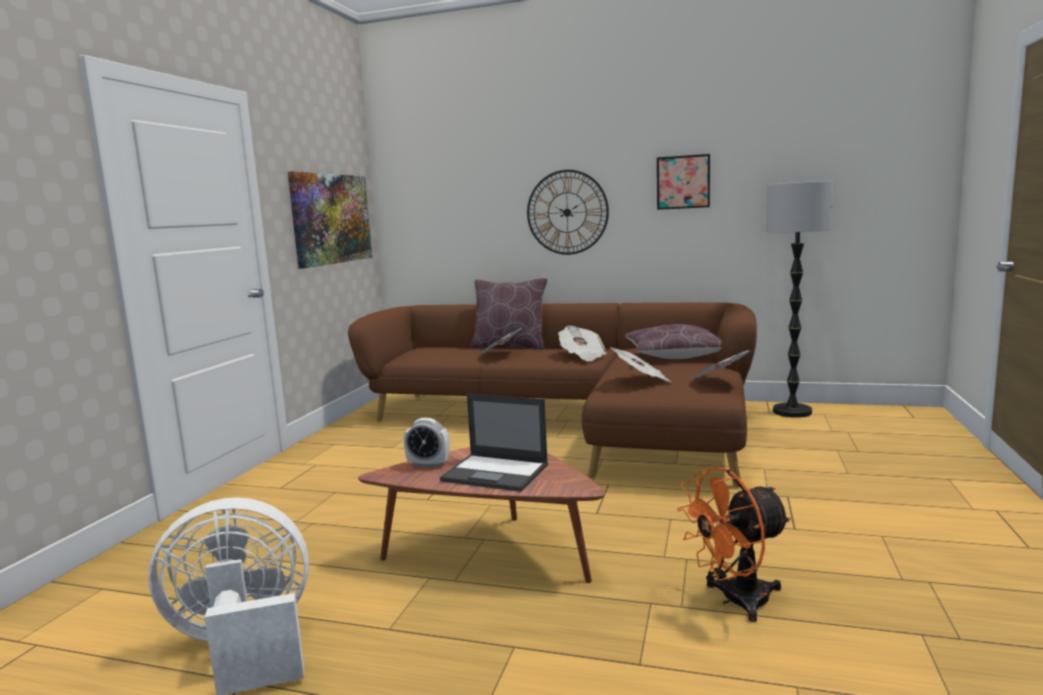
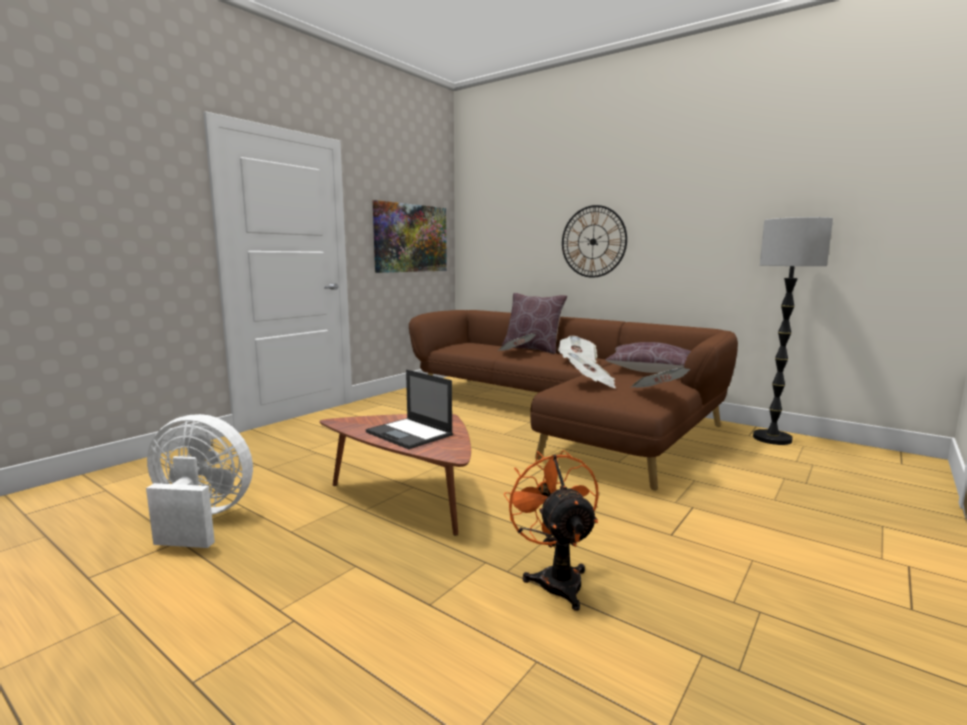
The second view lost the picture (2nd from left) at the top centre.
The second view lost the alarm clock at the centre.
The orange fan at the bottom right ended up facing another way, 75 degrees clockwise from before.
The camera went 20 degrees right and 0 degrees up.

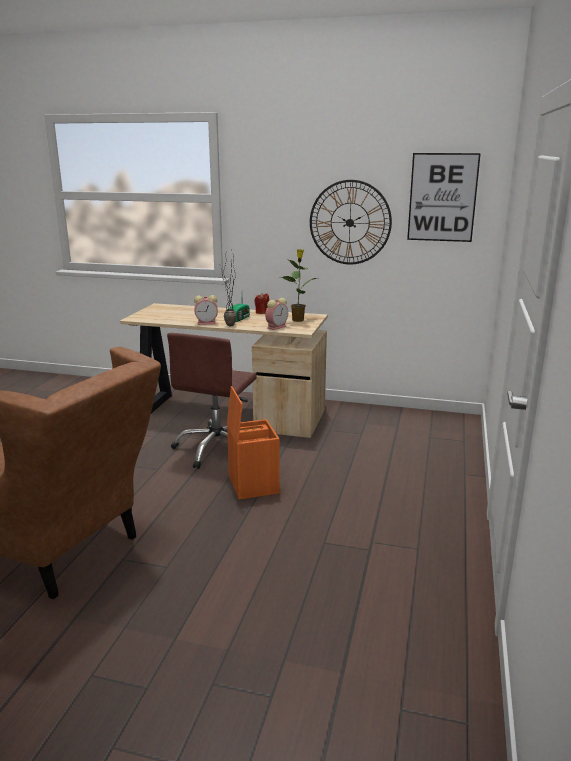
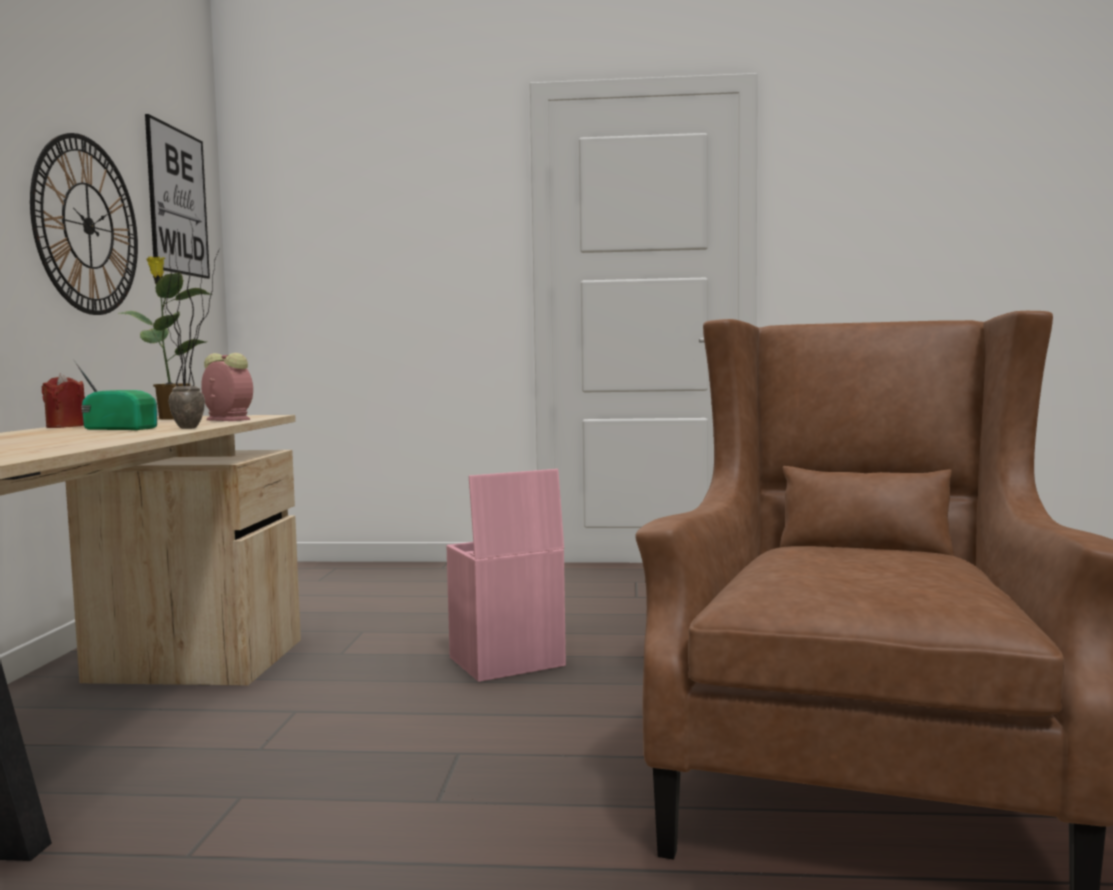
The second view lost the alarm clock (1st from left) at the centre.
The second view lost the brown office chair at the centre.
What was the orange storage box at the centre turned into the pink storage box at the centre.
The camera went 100 degrees left and 15 degrees down.

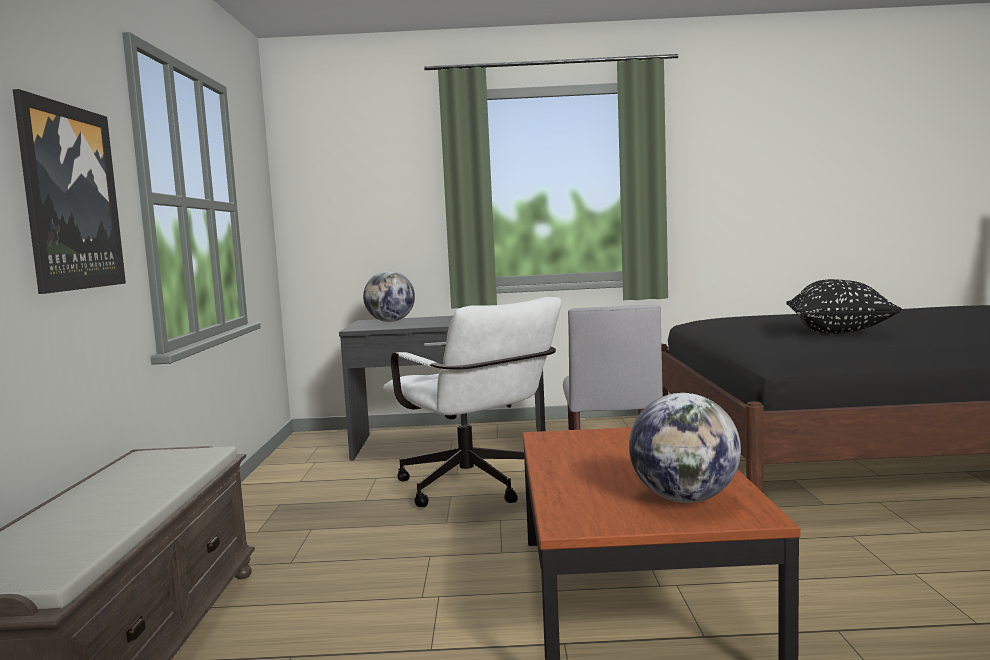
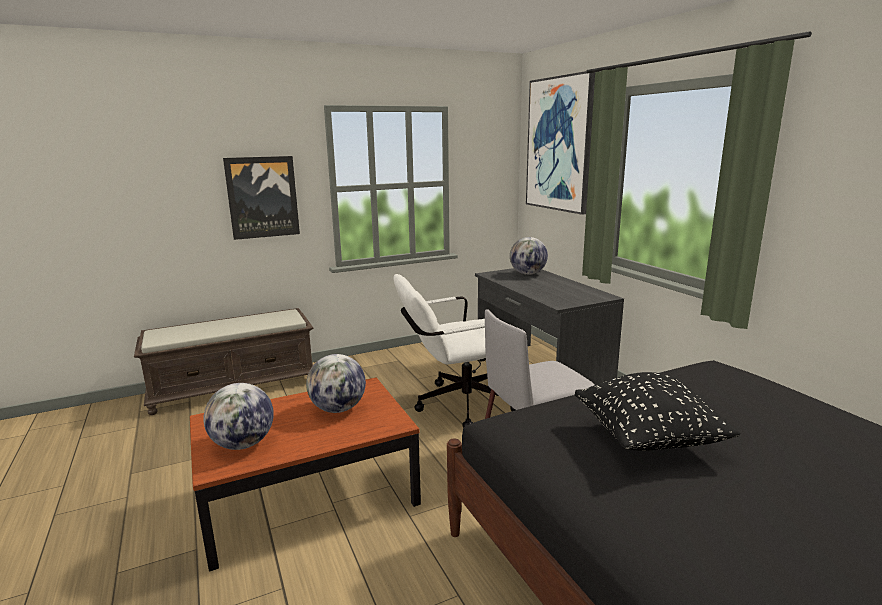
The white office chair at the centre ended up facing another way, 45 degrees clockwise from before.
The second view gained the picture (2nd from left) at the top centre.
The second view gained the globe (2nd from left) at the centre.
The camera went 65 degrees right and 10 degrees up.

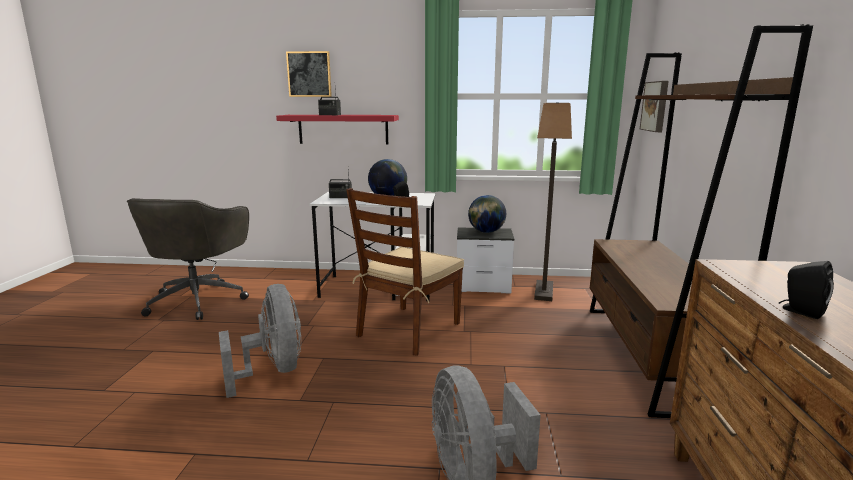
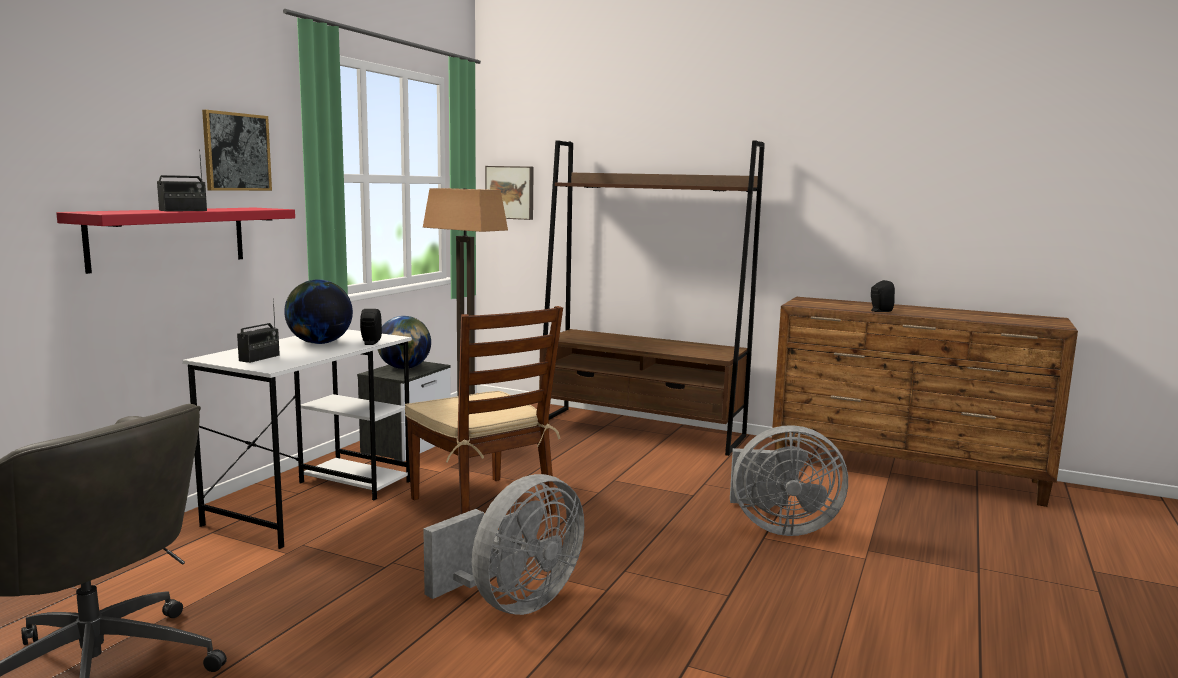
The picture (1st from left) ended up elsewhere, having gone from the top centre to the top left.
The grey fan (1st from left) at the bottom left ended up facing another way, 135 degrees clockwise from before.
The camera went 70 degrees left and 5 degrees down.

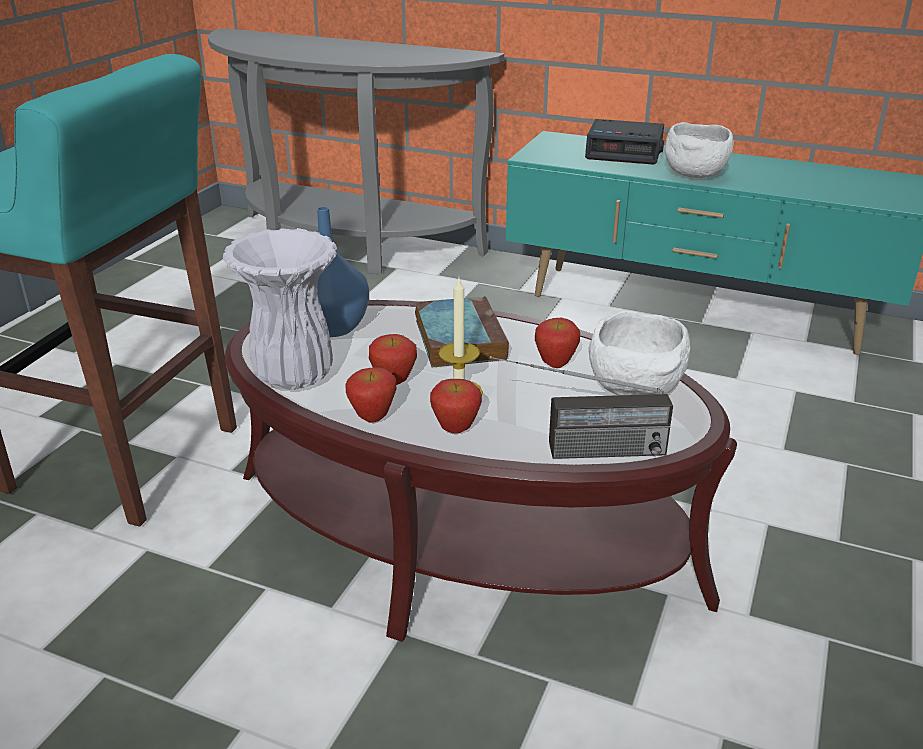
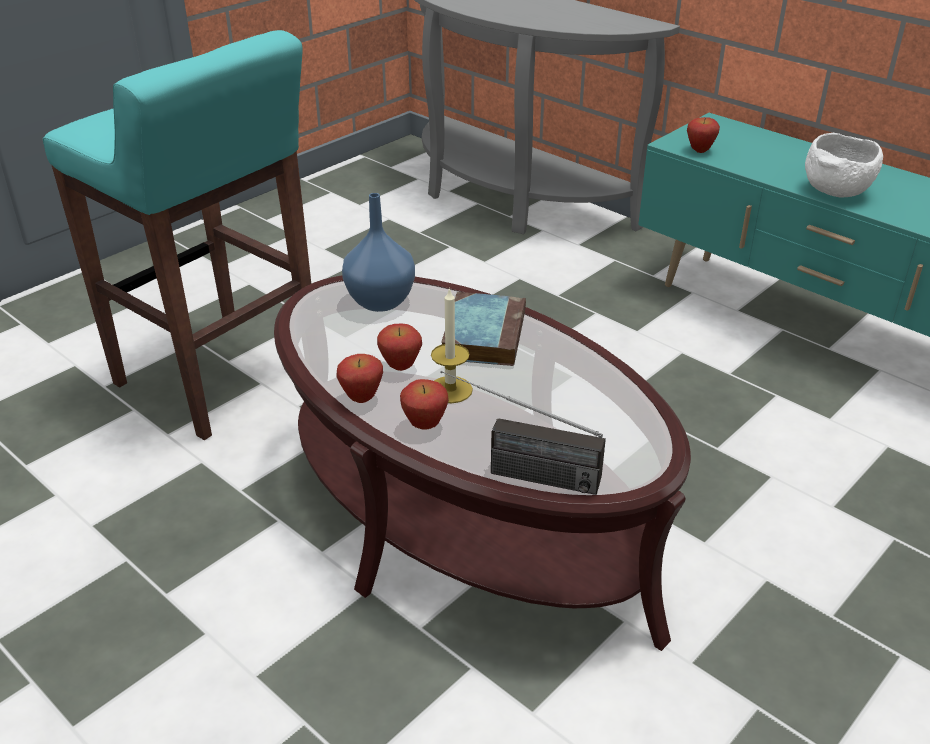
The second view lost the alarm clock at the top right.
The second view lost the white vase at the middle left.
The second view lost the white bowl (1st from left) at the middle right.
The apple (4th from left) ended up elsewhere, having gone from the centre to the top right.
The camera went 20 degrees right and 5 degrees up.

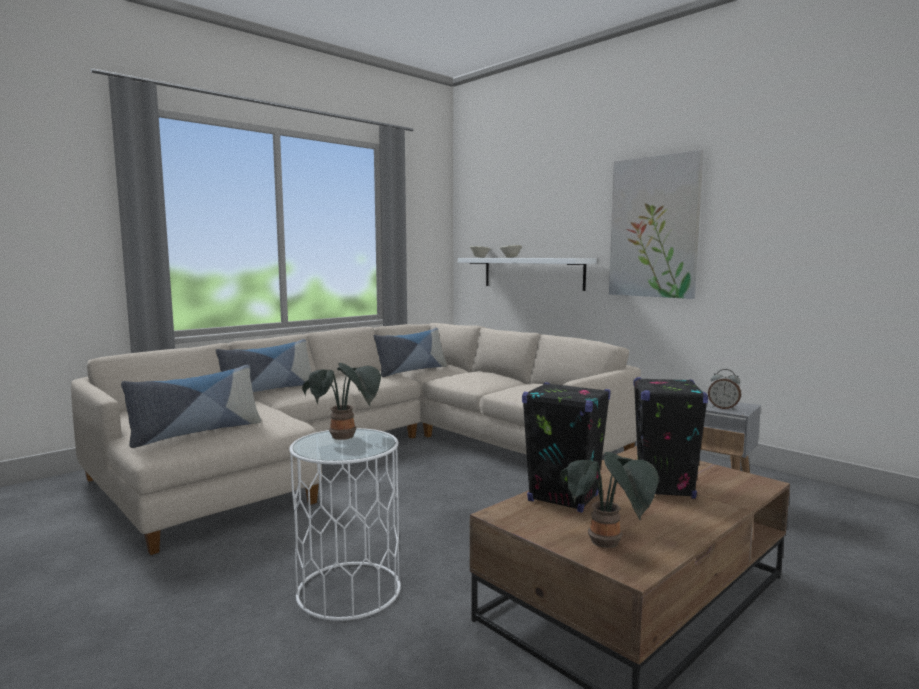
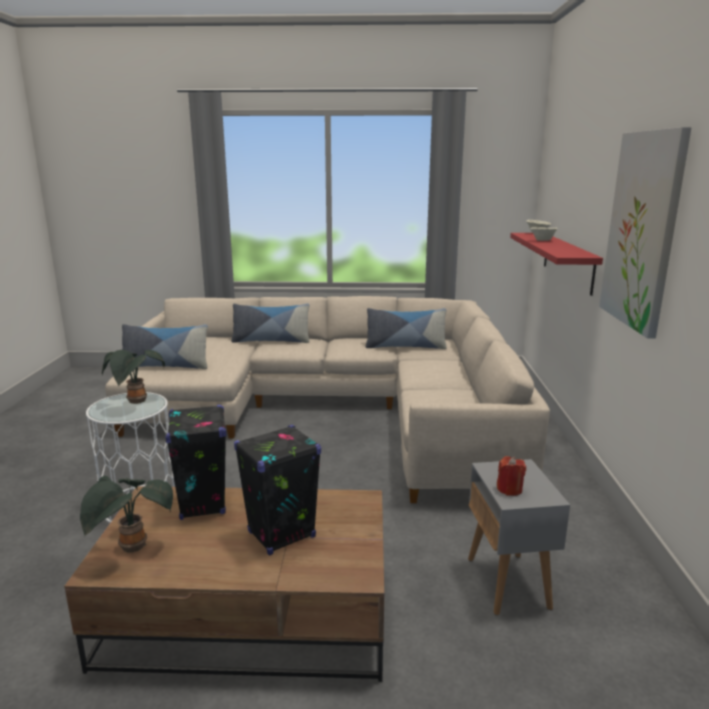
What was the white shelf at the centre turned into the red shelf at the middle right.
Where the alarm clock stood at the middle right, the red candle came to stand at the bottom right.
The camera went 45 degrees right and 10 degrees up.

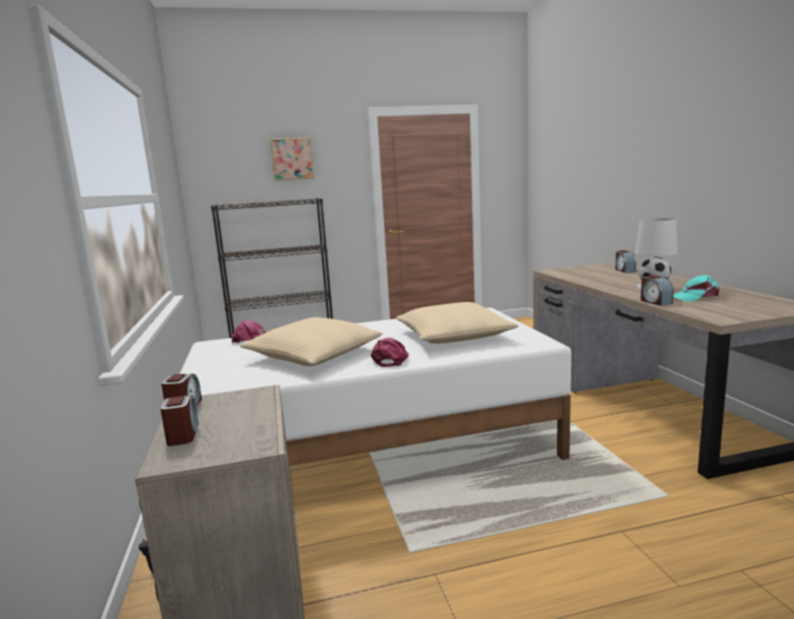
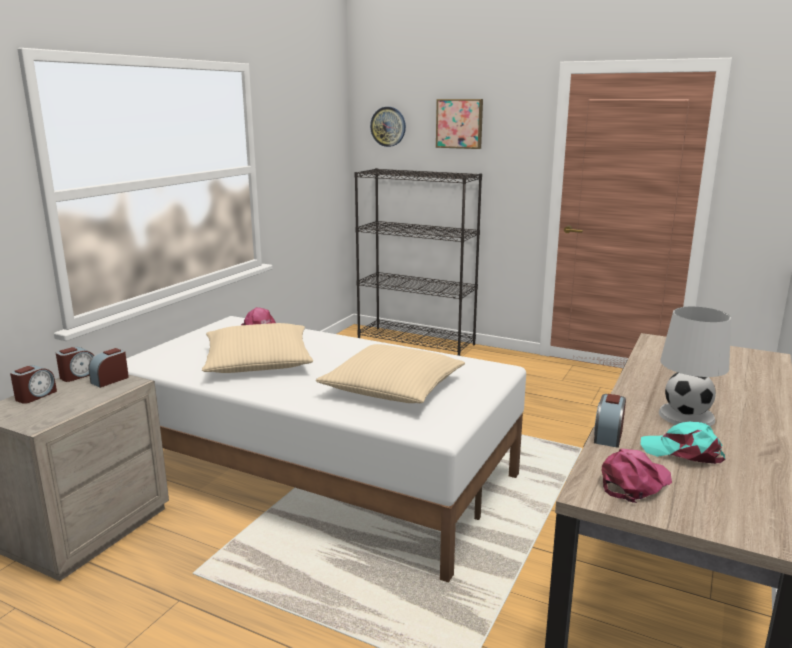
The alarm clock (3rd from left) ended up elsewhere, having gone from the middle right to the middle left.
The pink cap (2nd from left) ended up elsewhere, having gone from the centre to the bottom right.
The second view gained the wall clock at the top centre.
The camera went 40 degrees right and 5 degrees up.

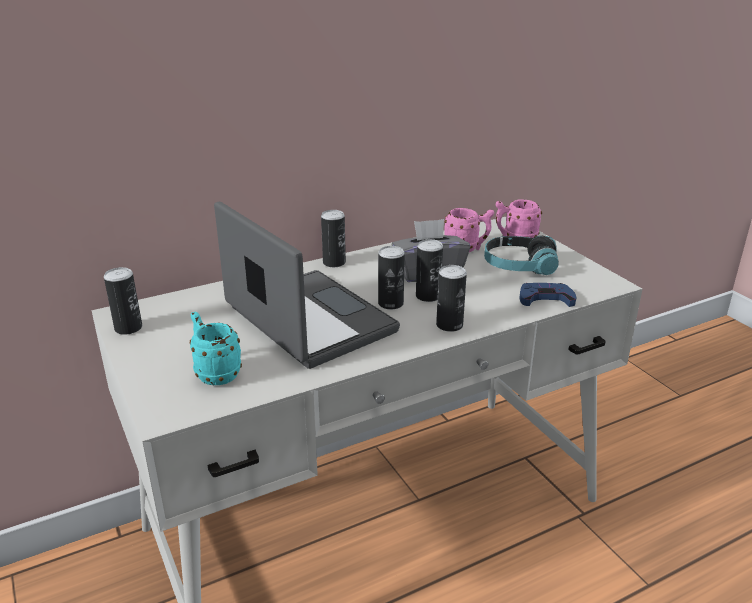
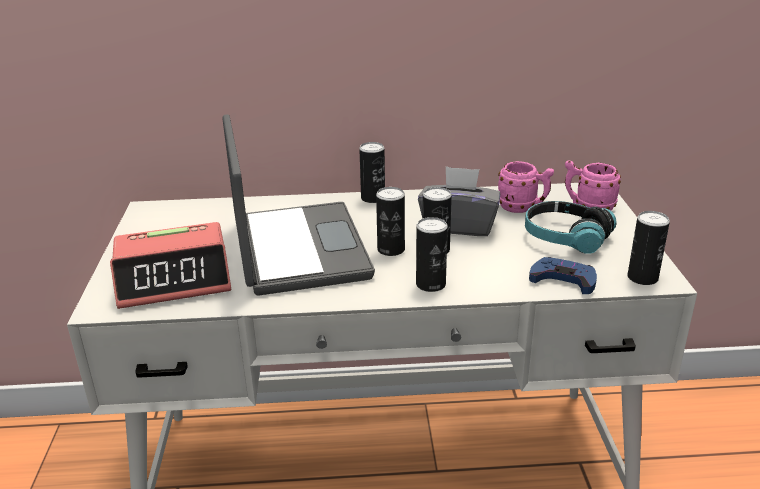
The can (1st from left in the first image) ended up elsewhere, having gone from the middle left to the middle right.
Where the turquoise mug stood at the middle left, the alarm clock came to stand at the middle left.
The camera went 25 degrees right and 0 degrees up.

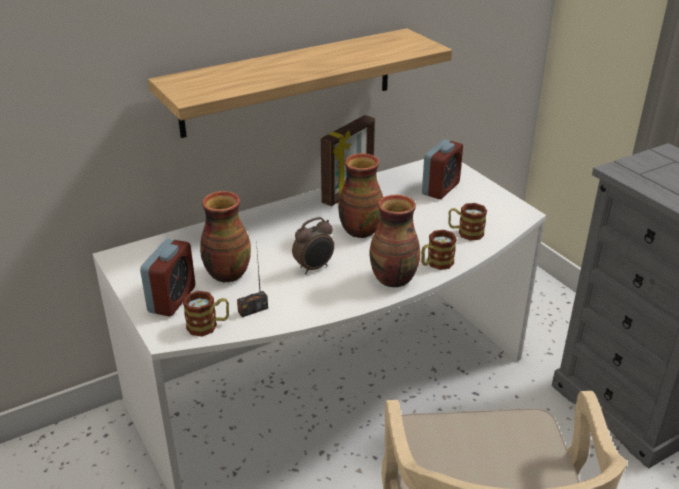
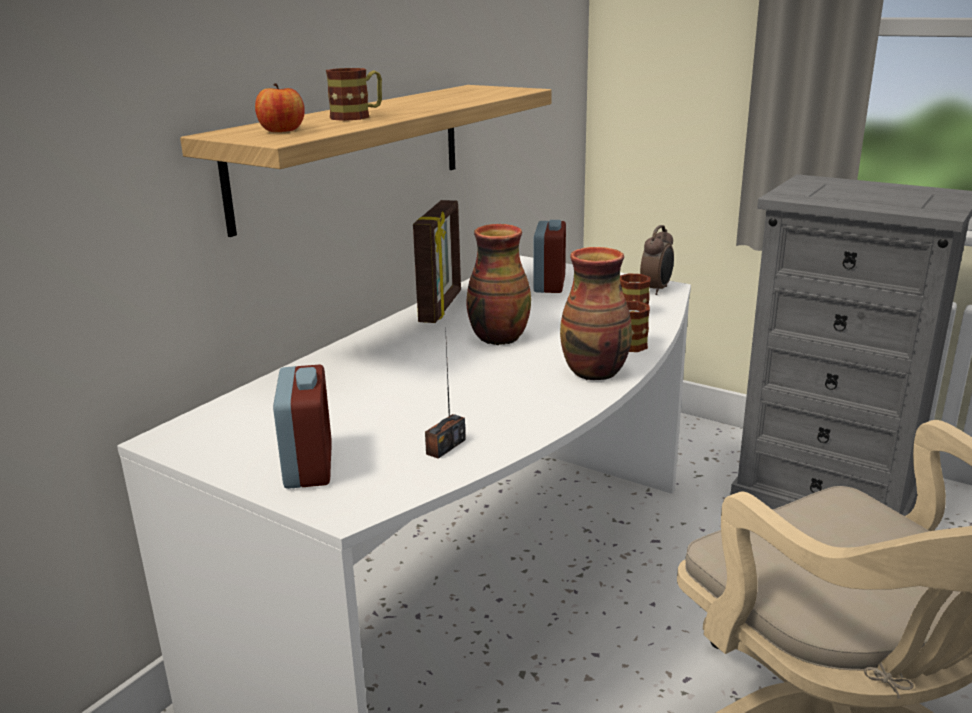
The second view lost the vase (1st from left) at the middle left.
The alarm clock (2nd from left in the first image) ended up elsewhere, having gone from the centre to the middle right.
The mug (1st from left) ended up elsewhere, having gone from the middle left to the top centre.
The second view gained the apple at the top left.
The camera went 25 degrees left and 10 degrees down.

